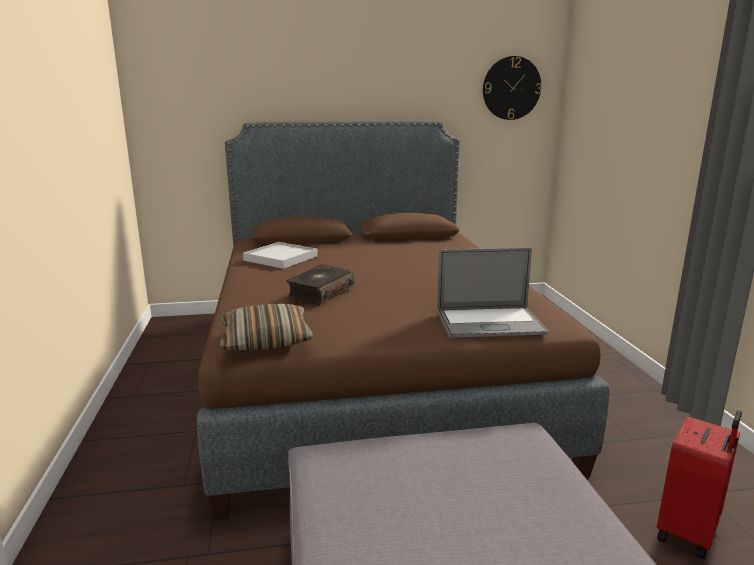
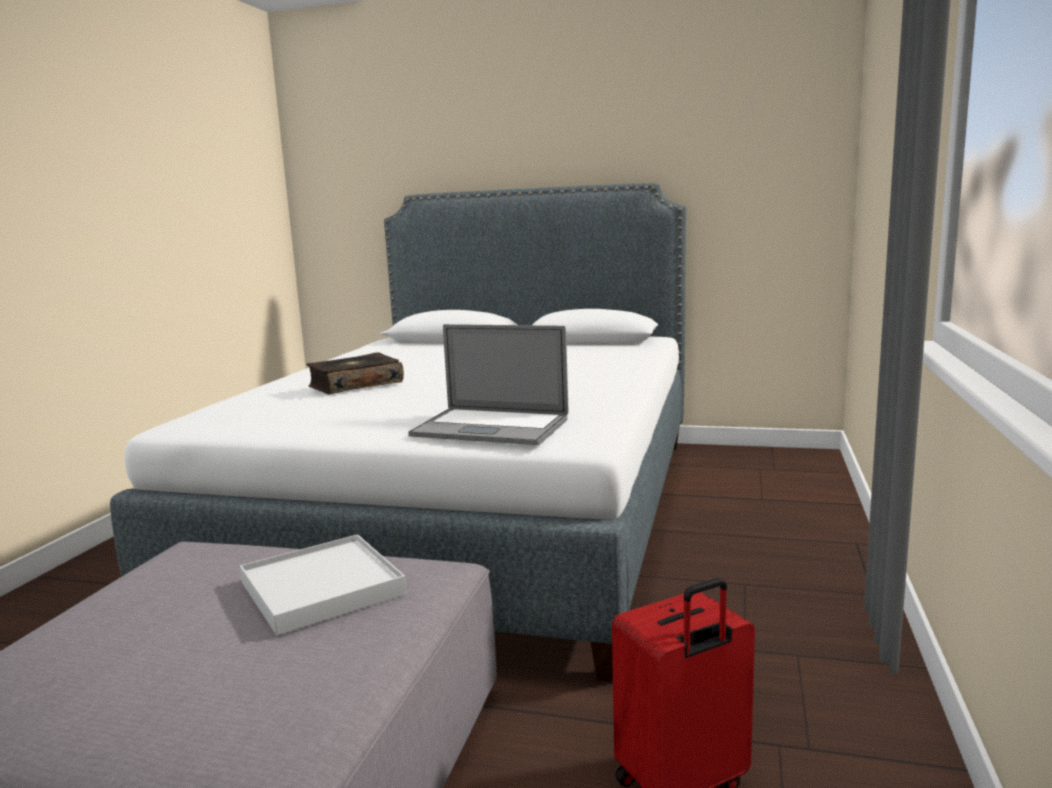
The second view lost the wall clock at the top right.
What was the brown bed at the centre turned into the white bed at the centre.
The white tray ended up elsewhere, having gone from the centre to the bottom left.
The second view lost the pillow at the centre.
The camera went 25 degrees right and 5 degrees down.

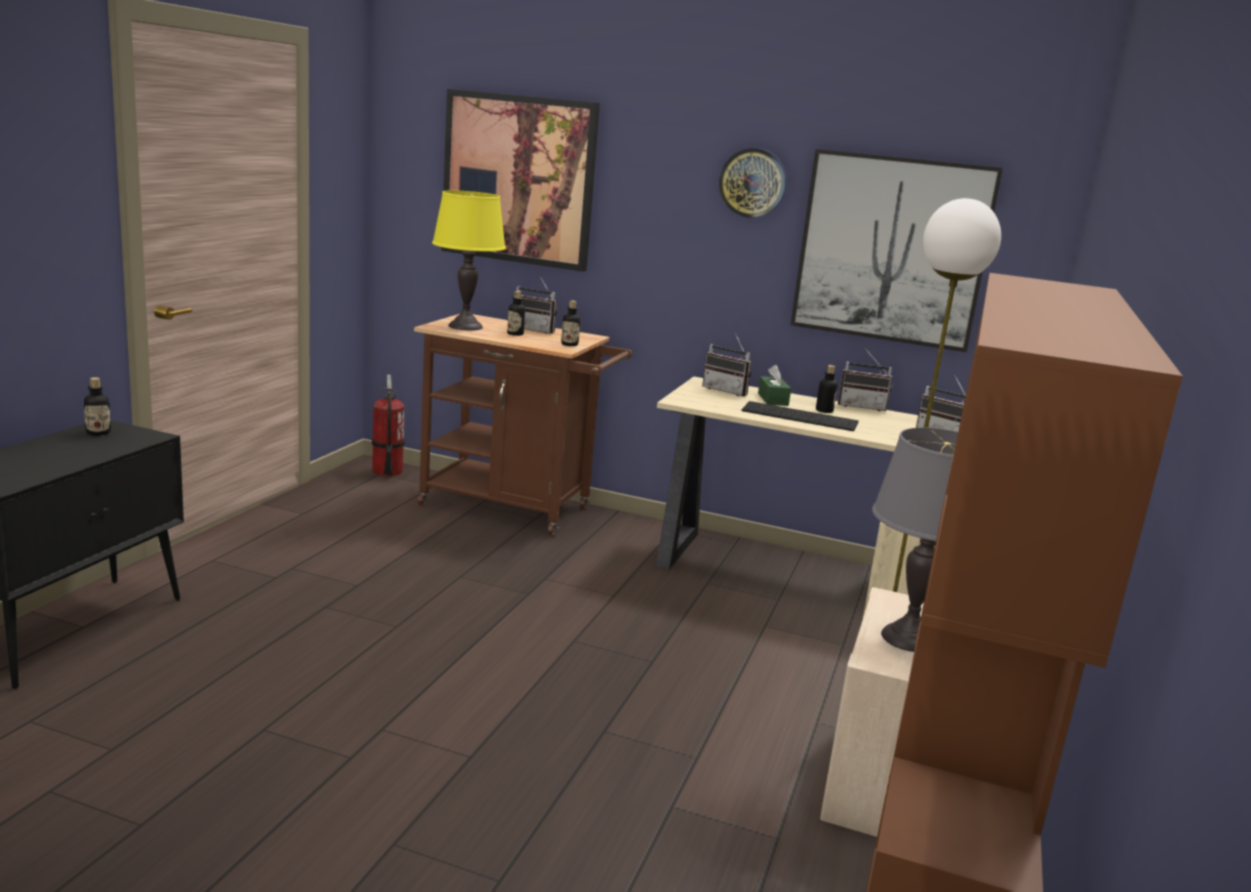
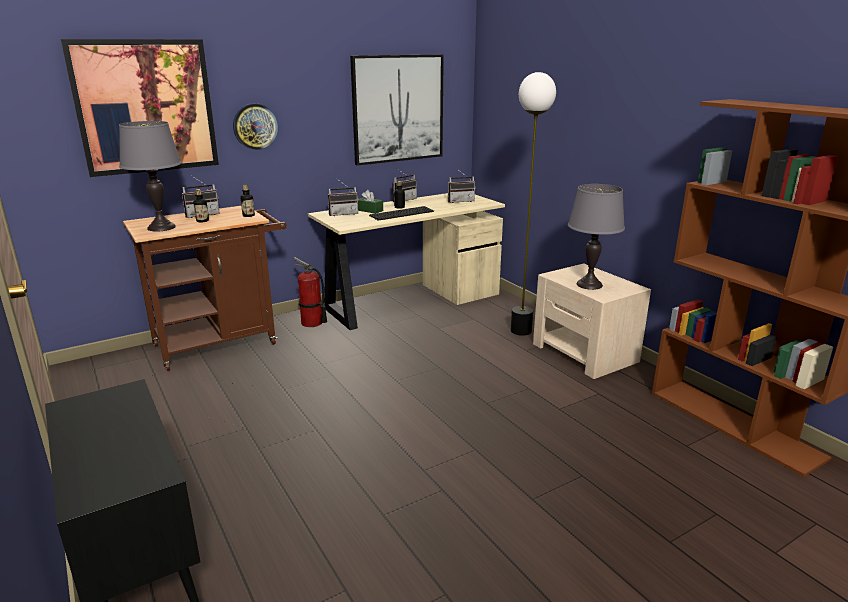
The wall clock ended up elsewhere, having gone from the top centre to the top left.
What was the yellow table lamp at the top centre turned into the grey table lamp (1st from left) at the top left.
The fire extinguisher ended up elsewhere, having gone from the middle left to the centre.
The second view lost the bottle (1st from left) at the middle left.
The camera went 50 degrees left and 5 degrees up.

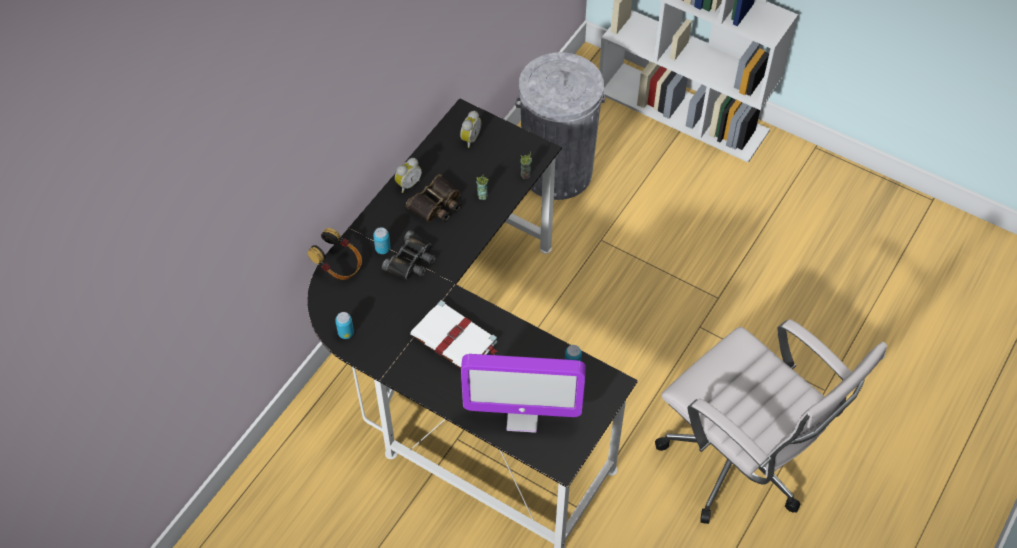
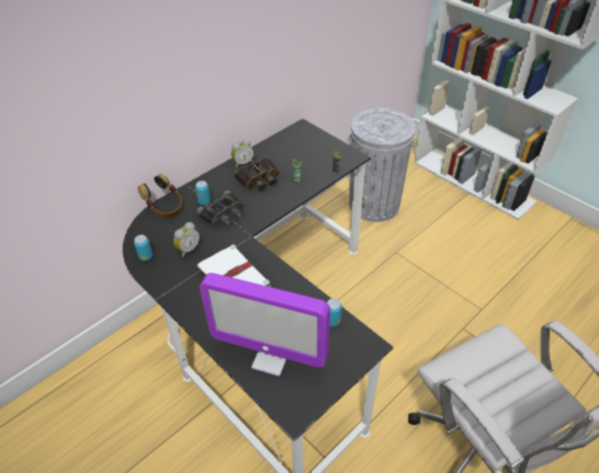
The alarm clock (2nd from left in the first image) ended up elsewhere, having gone from the top centre to the middle left.
The camera went 15 degrees right and 10 degrees down.

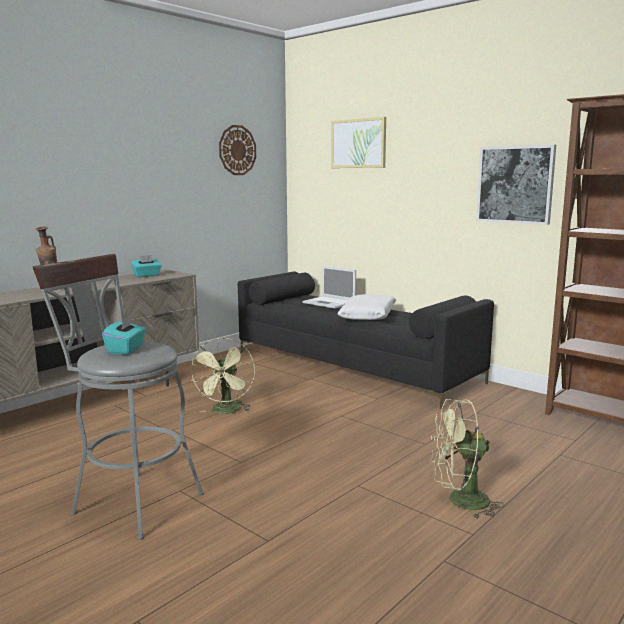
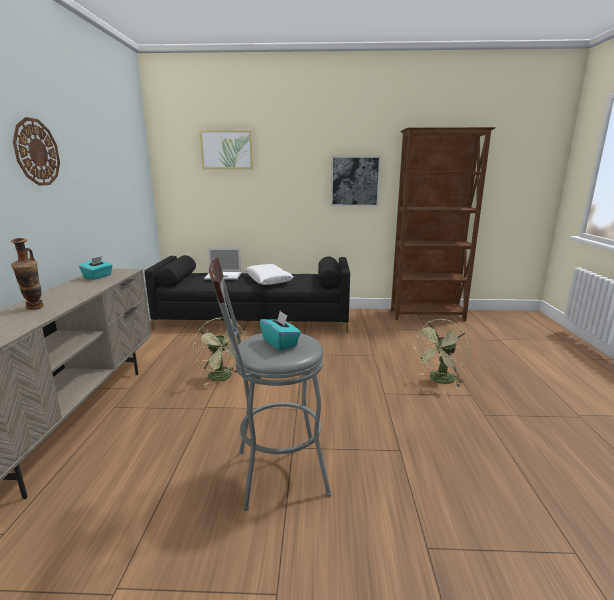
The wall clock ended up elsewhere, having gone from the top centre to the top left.
The camera went 40 degrees left and 5 degrees up.

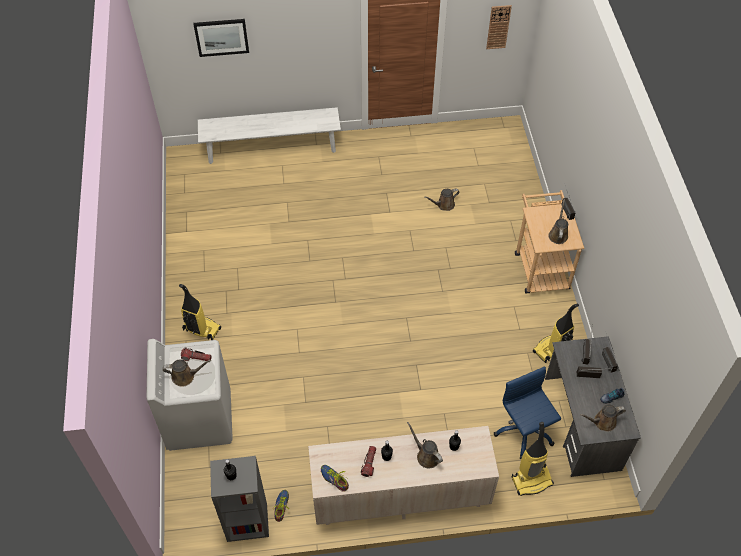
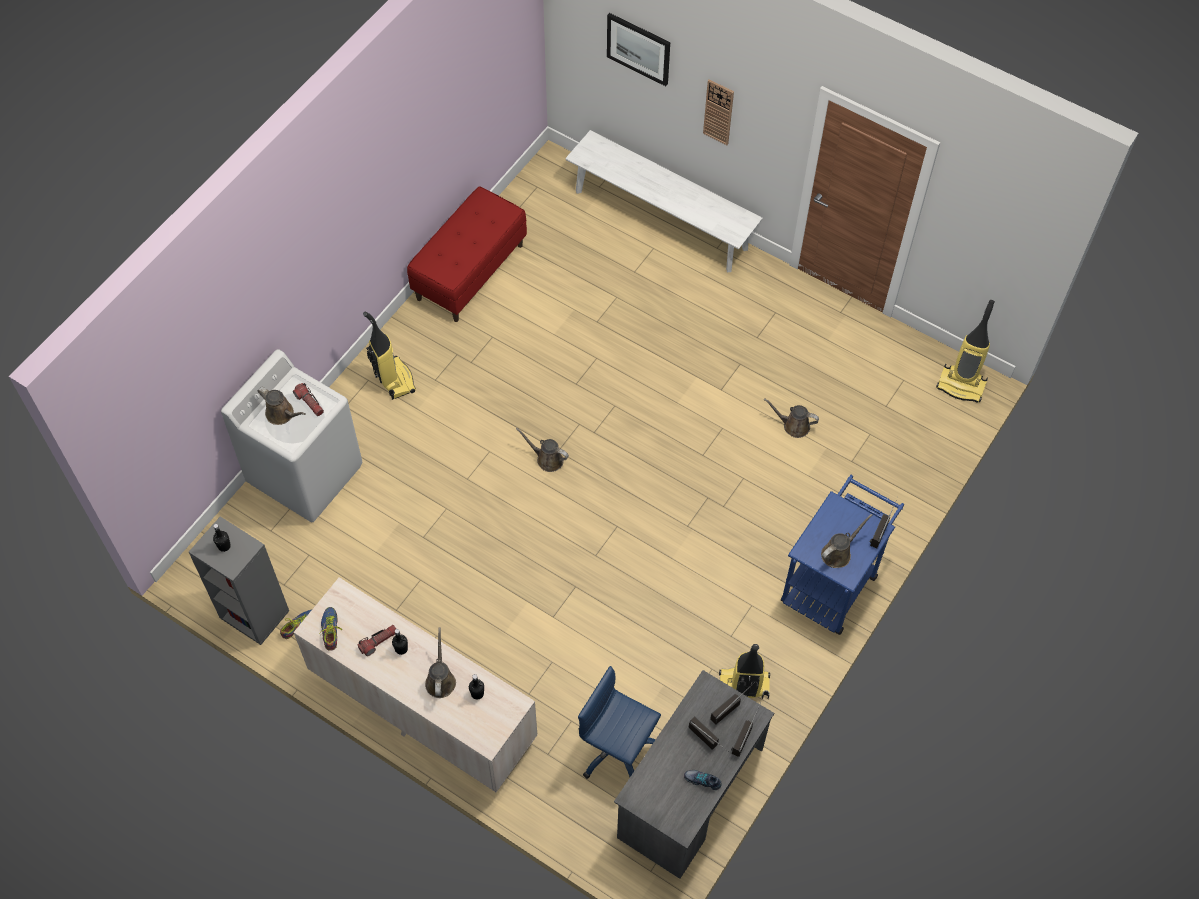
The wall clock ended up elsewhere, having gone from the top right to the top centre.
What was the beige cart at the middle right turned into the blue cart at the middle right.
The blue office chair at the bottom right ended up facing another way, 75 degrees counterclockwise from before.
The brown watering can (5th from left in the first image) ended up elsewhere, having gone from the bottom right to the centre.
The vacuum cleaner (2nd from left in the first image) ended up elsewhere, having gone from the bottom right to the middle right.
The second view gained the red bench at the top centre.
The camera went 40 degrees right and 5 degrees up.

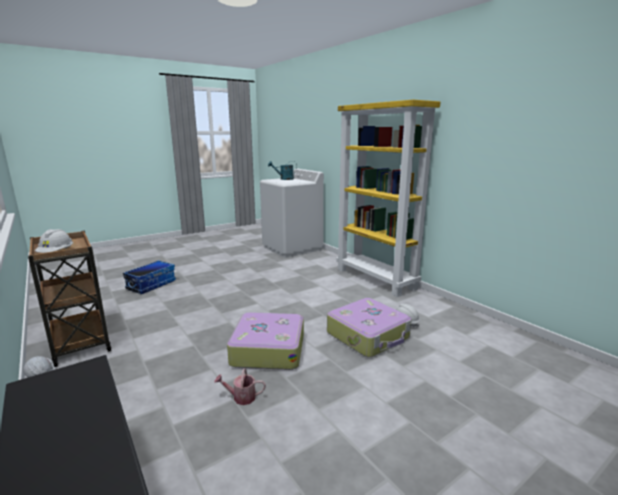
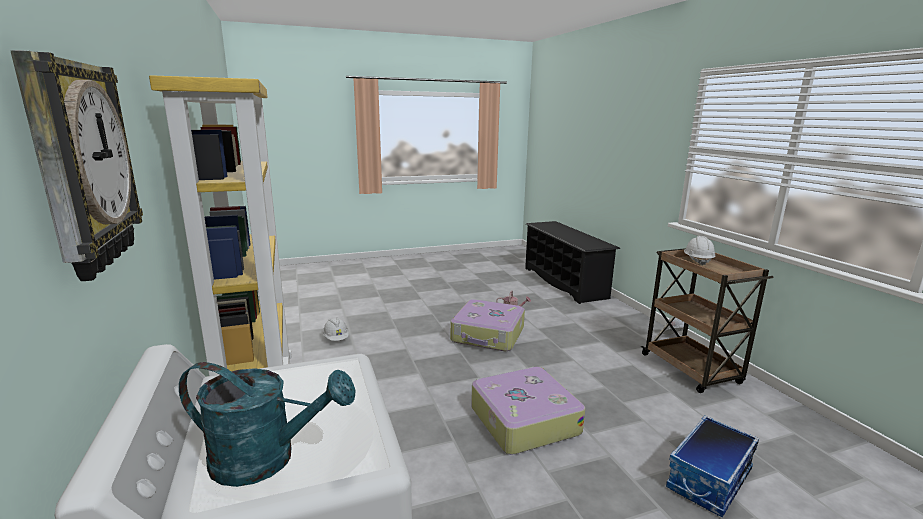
The suitcase (2nd from left) ended up elsewhere, having gone from the centre to the bottom centre.
The second view gained the wall clock at the top left.
The camera went 165 degrees left and 0 degrees up.

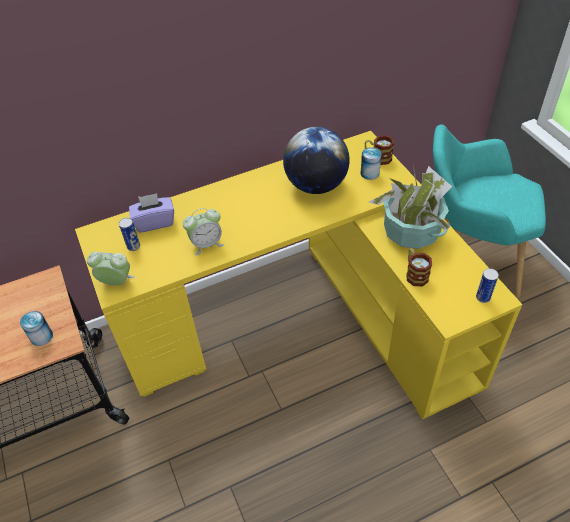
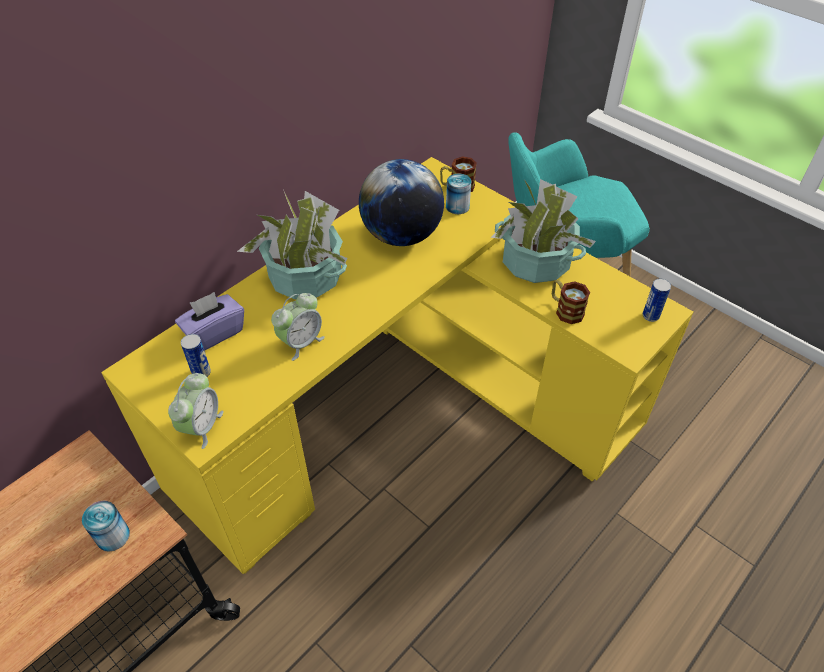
The alarm clock (1st from left) at the middle left ended up facing another way, 120 degrees clockwise from before.
The second view gained the potted plant (1st from left) at the centre.
The camera went 25 degrees left and 0 degrees up.

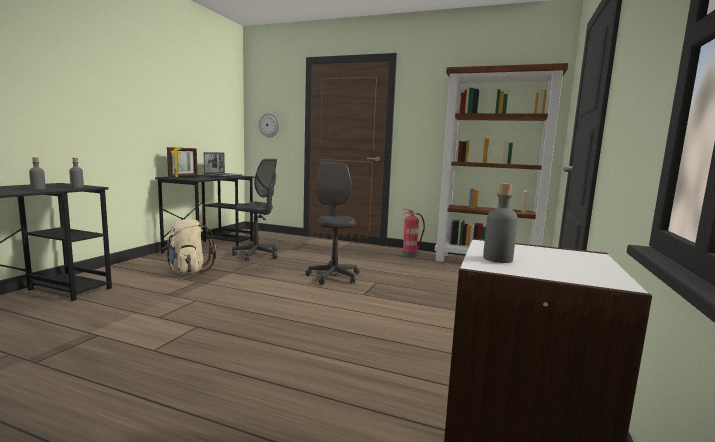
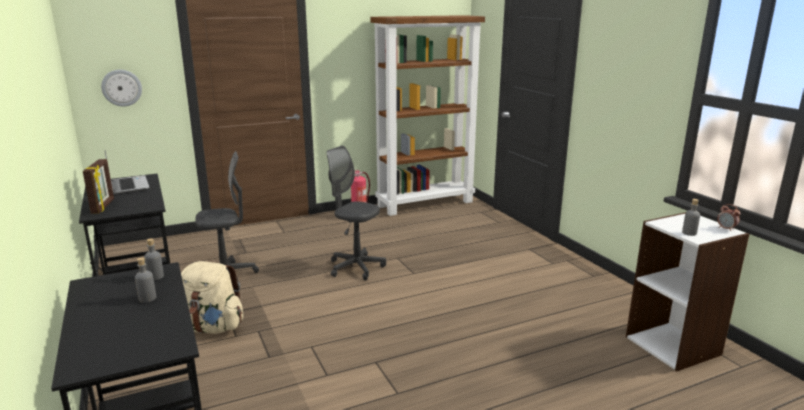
The second view gained the alarm clock at the middle right.
The camera went 45 degrees left and 10 degrees up.

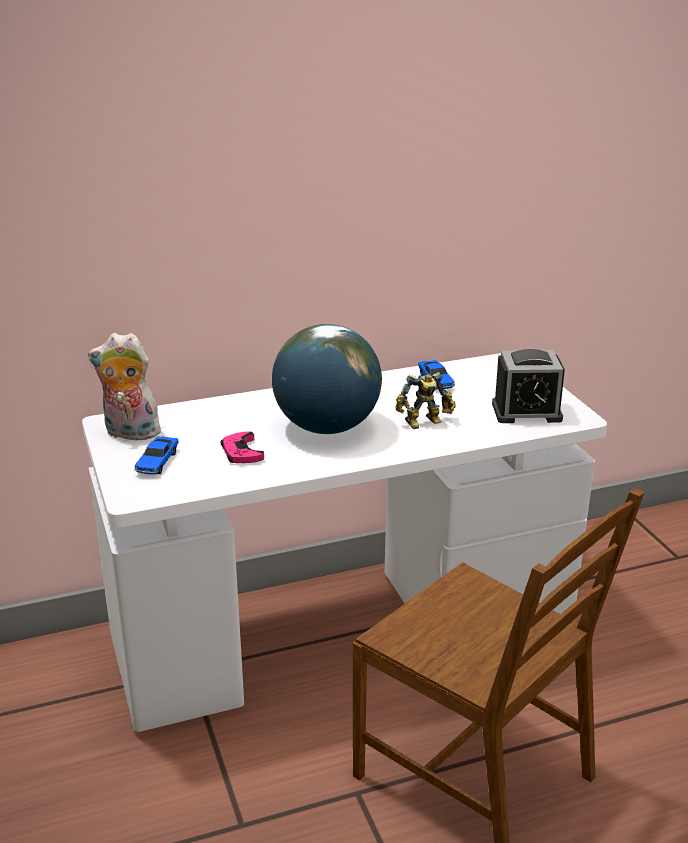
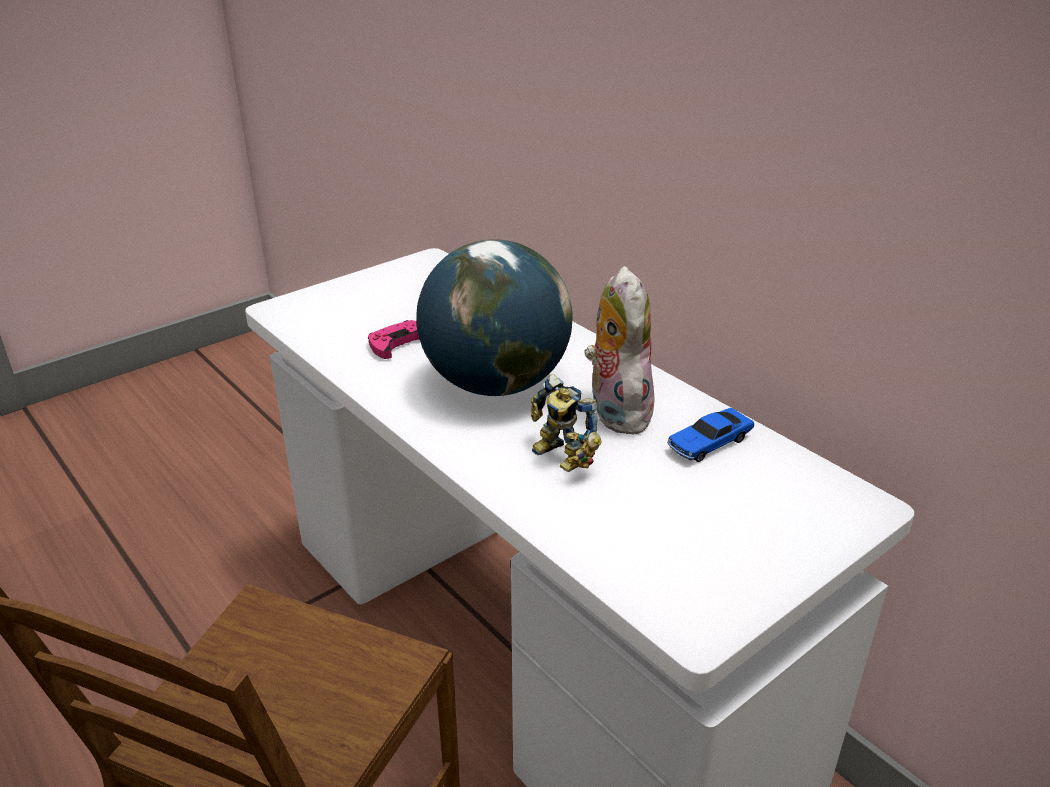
The plush toy ended up elsewhere, having gone from the middle left to the centre.
The second view lost the alarm clock at the middle right.
The second view lost the toy car (1st from left) at the middle left.
The camera went 70 degrees right and 5 degrees up.

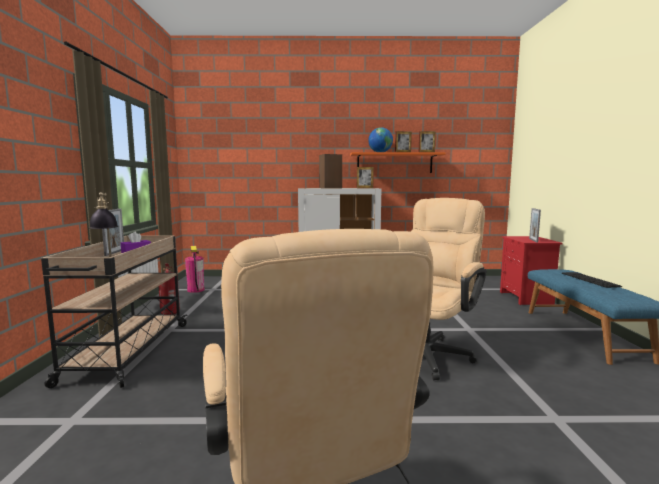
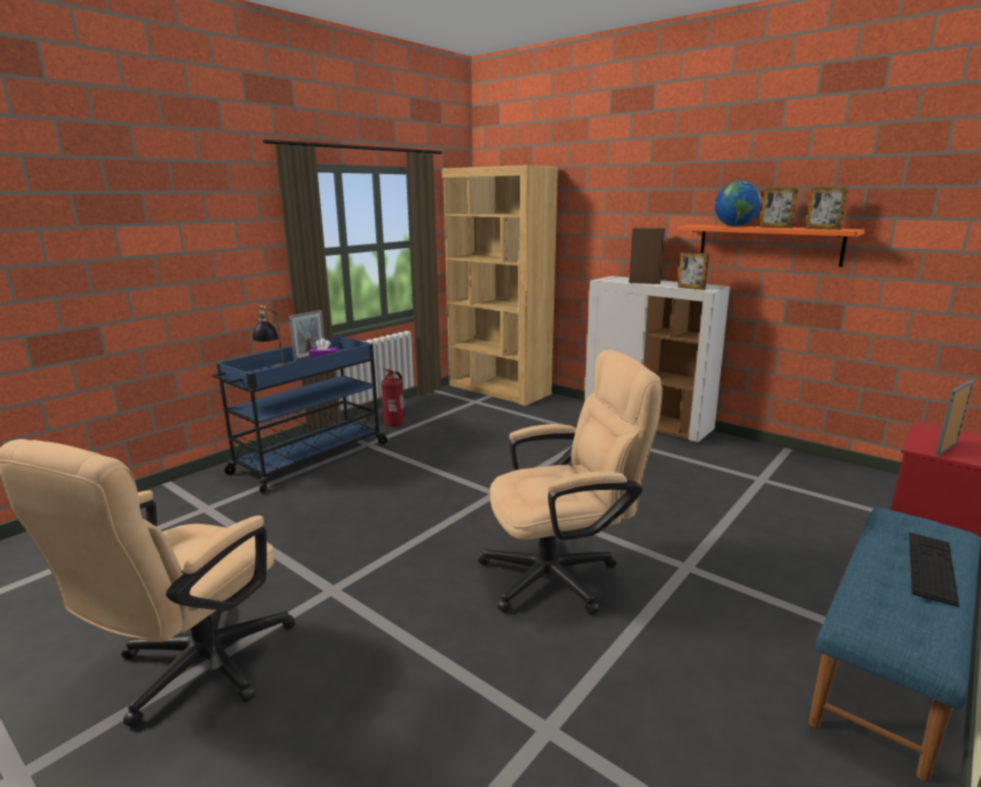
What was the beige cart at the middle left turned into the blue cart at the middle left.
The second view lost the fire extinguisher (2nd from left) at the middle left.
The second view gained the brown bookcase at the centre.
The camera went 40 degrees right and 10 degrees up.

